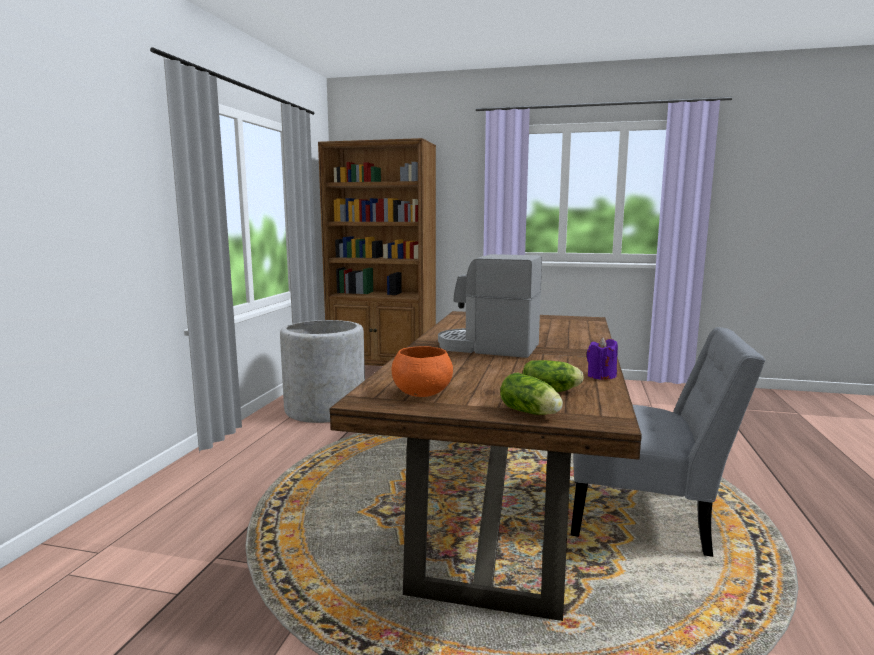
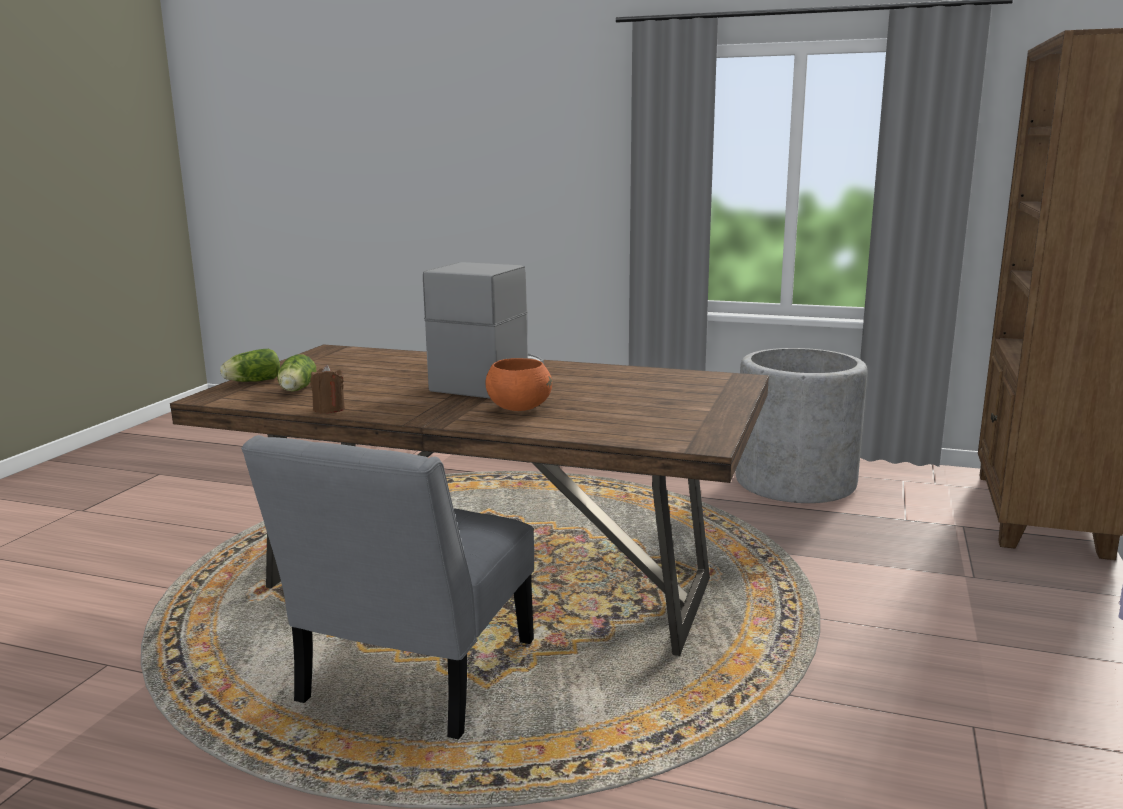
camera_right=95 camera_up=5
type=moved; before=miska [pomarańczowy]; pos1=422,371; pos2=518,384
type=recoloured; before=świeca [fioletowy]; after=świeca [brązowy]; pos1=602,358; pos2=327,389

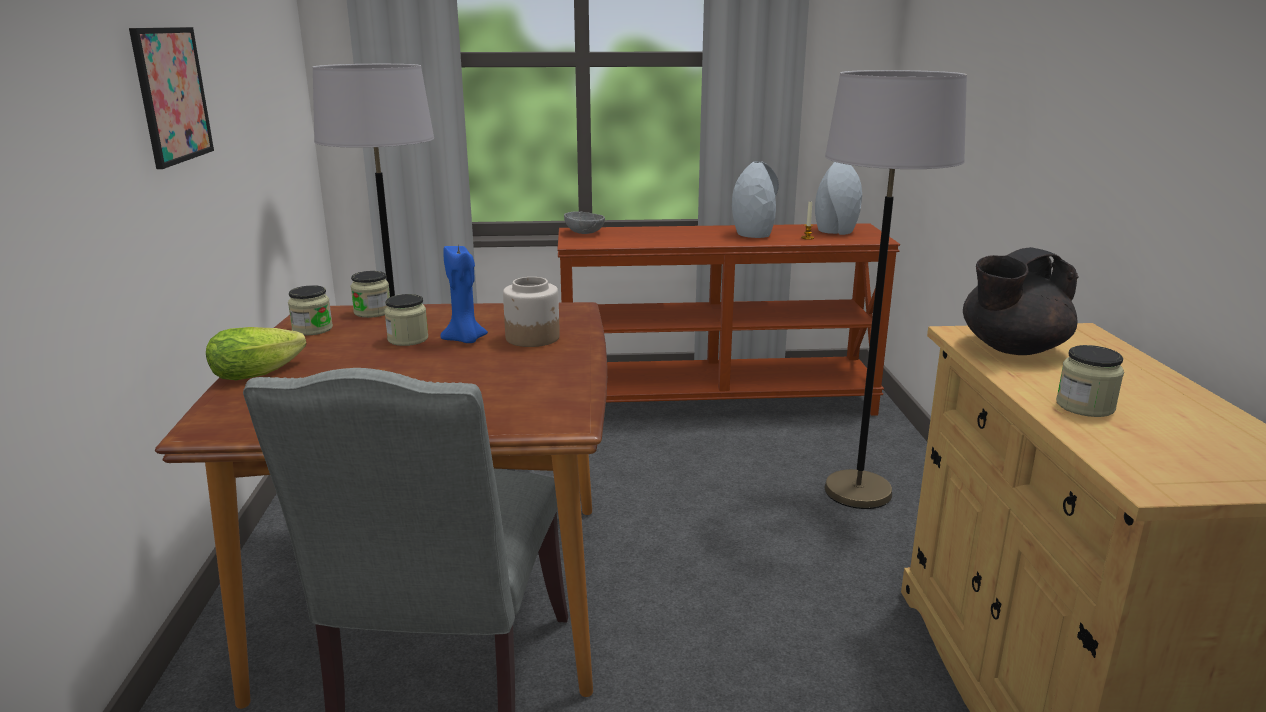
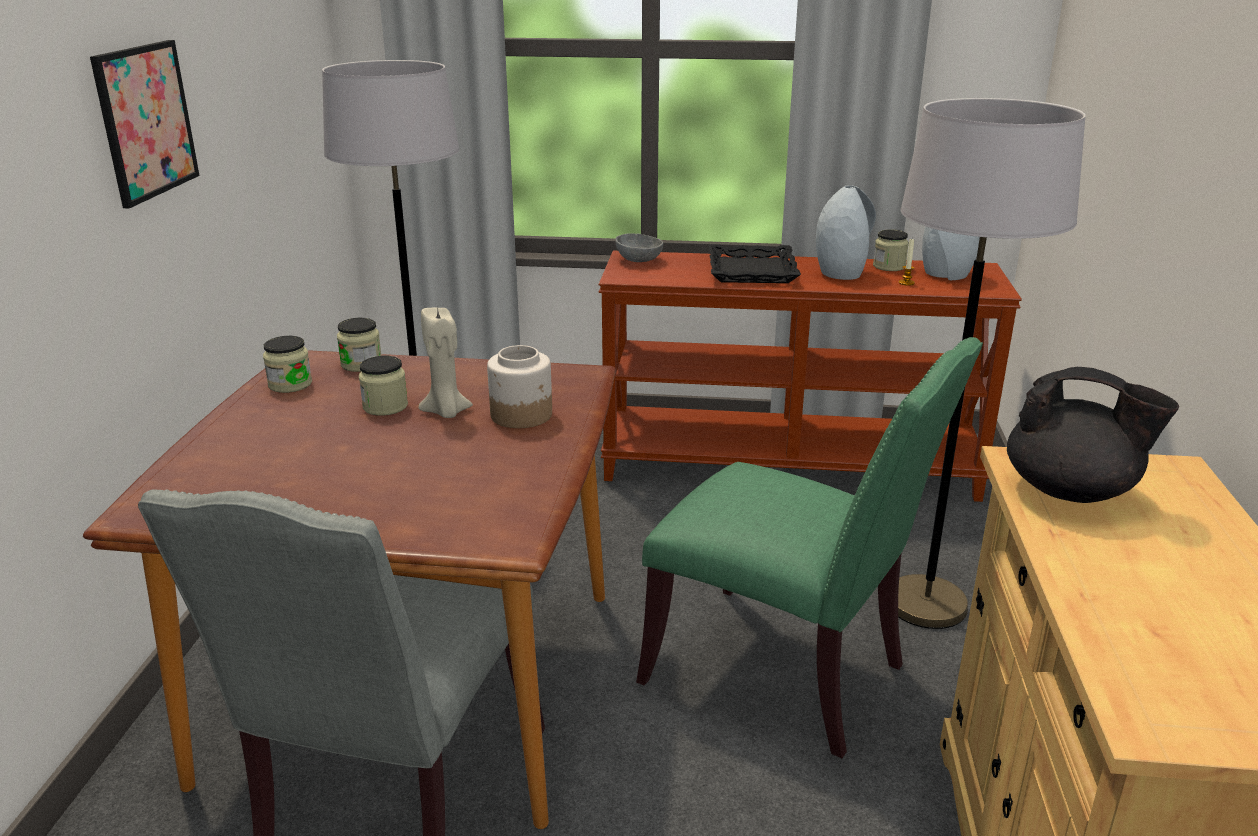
camera_right=10 camera_up=5
type=removed; before=sałata; pos1=256,353
type=recoloured; before=świeca [niebieski]; after=świeca [beżowy]; pos1=464,294; pos2=446,363
type=turned; before=imbryk [czarny]; pos1=1021,301; pos2=1093,435; turn=-135
type=moved; before=słoik; pos1=1090,381; pos2=891,250
type=added; after=krzesło [zielony]; pos2=809,547
type=added; after=taca [czarny]; pos2=755,263

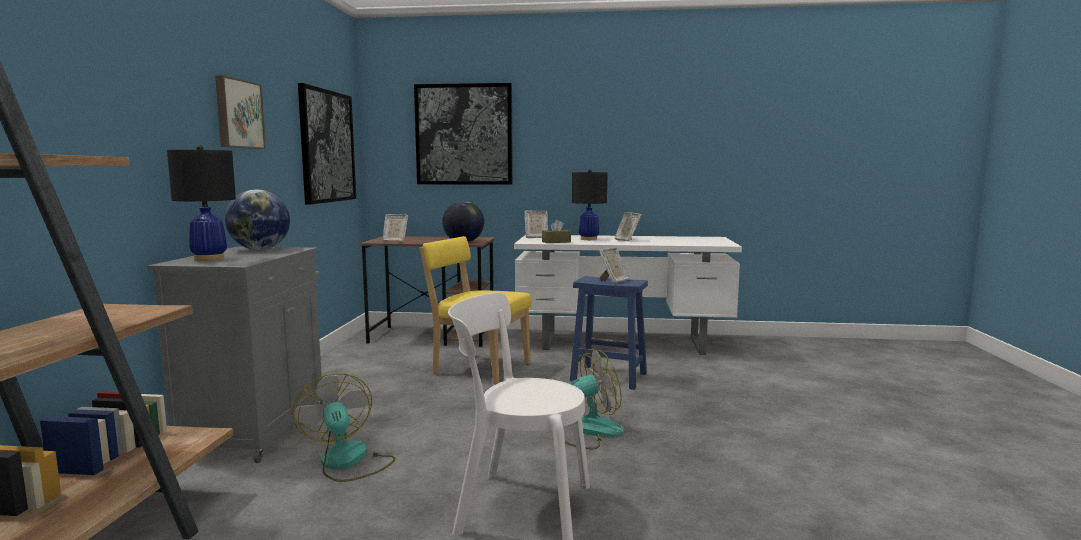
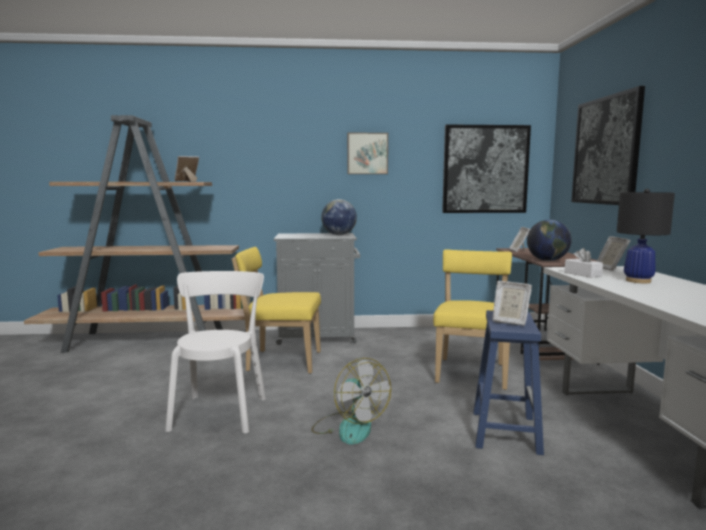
camera_right=80 camera_up=0
type=removed; before=lampa stołowa [czarny]; pos1=201,203
type=replaced; before=wentylator; after=krzesło [żółty]; pos1=344,427; pos2=276,310
type=recoloured; before=pudełko chusteczek [brązowy]; after=pudełko chusteczek [biały]; pos1=556,231; pos2=583,263
type=moved; before=ramka na zdjęcie; pos1=628,226; pos2=186,169

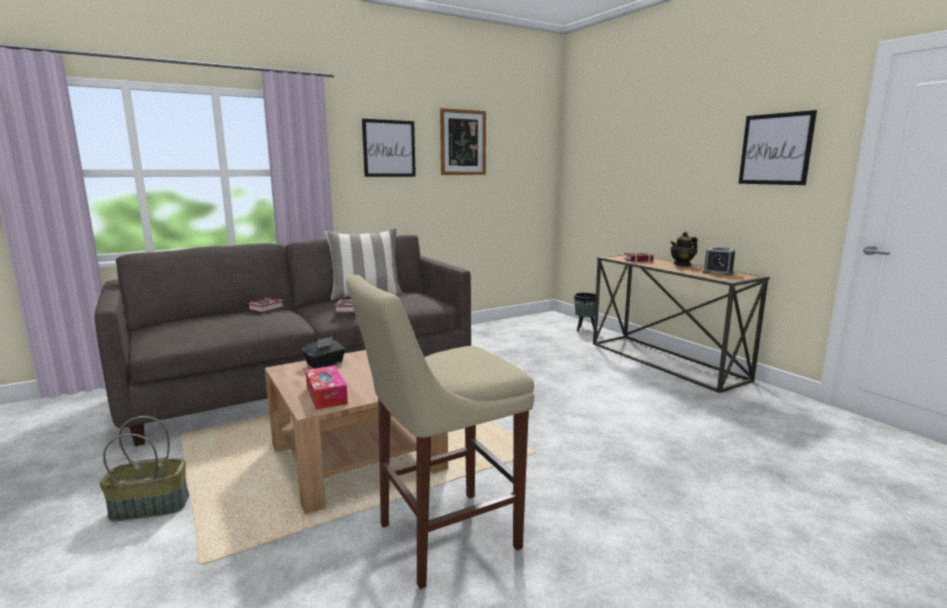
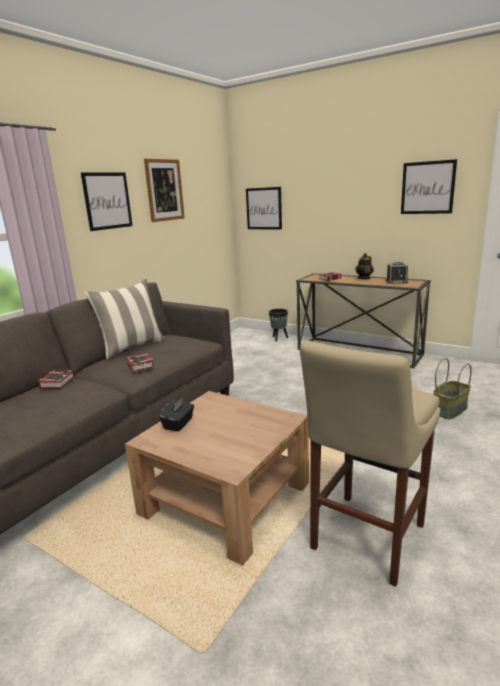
camera_right=-25 camera_up=5
type=moved; before=koszyk; pos1=144,468; pos2=452,388
type=removed; before=pudełko chusteczek; pos1=326,388
type=added; after=obraz; pos2=264,208

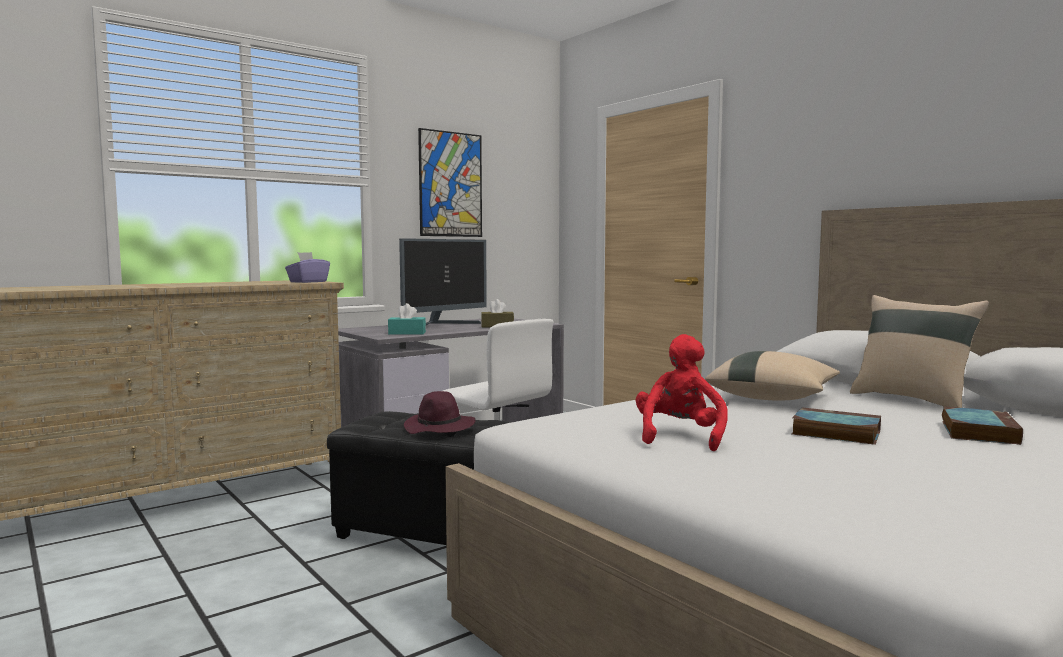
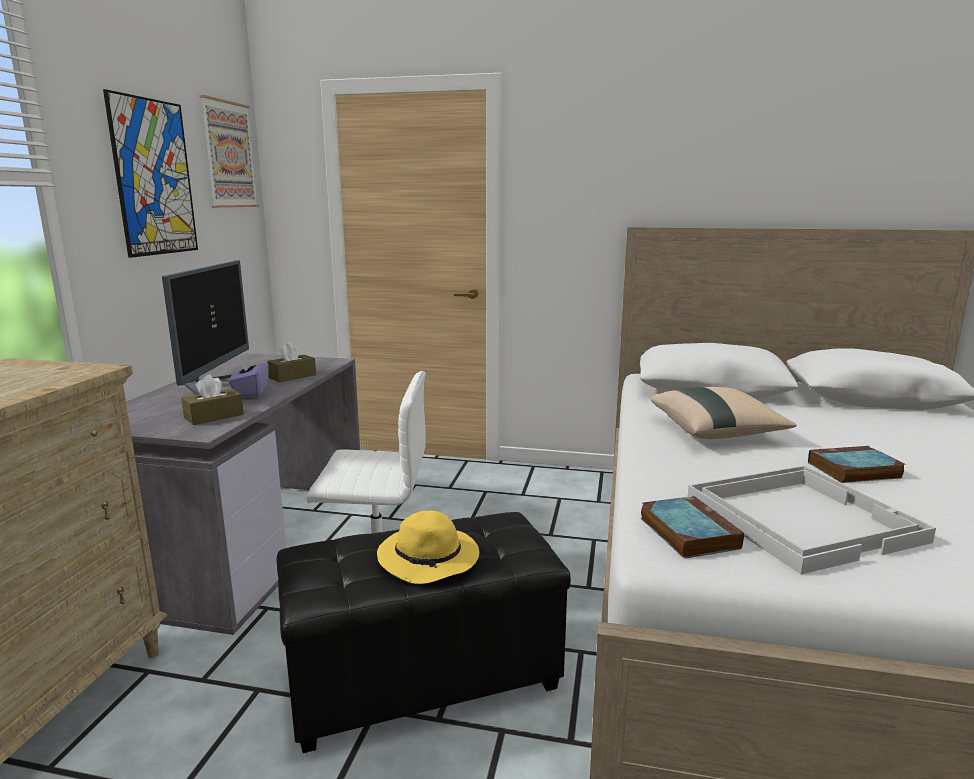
camera_right=-40 camera_up=10
type=moved; before=pudełko chusteczek [fioletowy]; pos1=307,267; pos2=249,376
type=recoloured; before=pudełko chusteczek [turkusowy]; after=pudełko chusteczek [brązowy]; pos1=407,319; pos2=212,400
type=recoloured; before=kapelusz [fioletowy]; after=kapelusz [żółty]; pos1=439,412; pos2=428,547
type=replaced; before=pluszak [czerwony]; after=taca [biały]; pos1=682,392; pos2=812,520
type=removed; before=poduszka [beżowy]; pos1=919,351
type=moved; before=książka; pos1=982,425; pos2=692,527
type=added; after=obraz; pos2=229,151

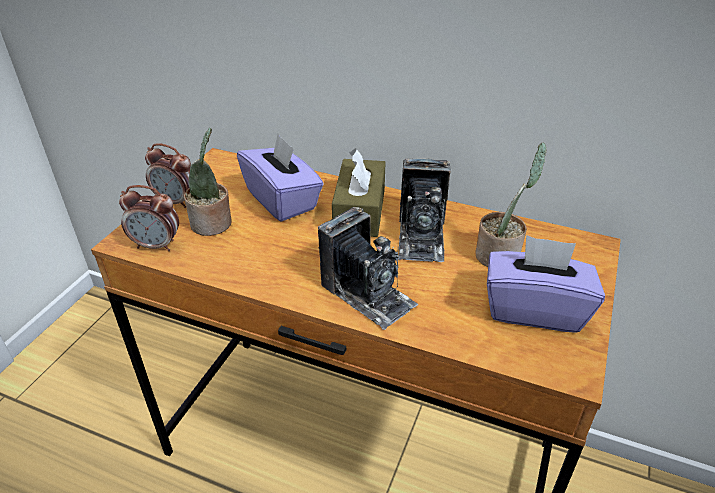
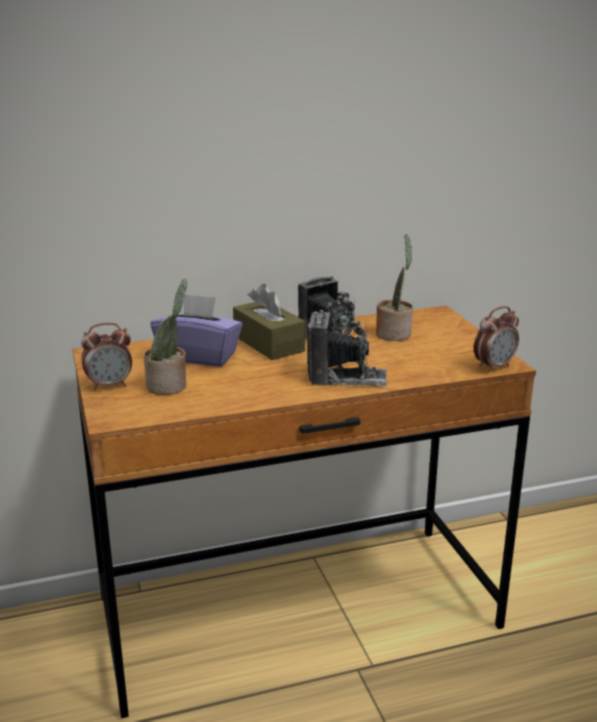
camera_right=-40 camera_up=-15
type=moved; before=budzik; pos1=149,218; pos2=496,339
type=removed; before=pudełko chusteczek [fioletowy]; pos1=546,284

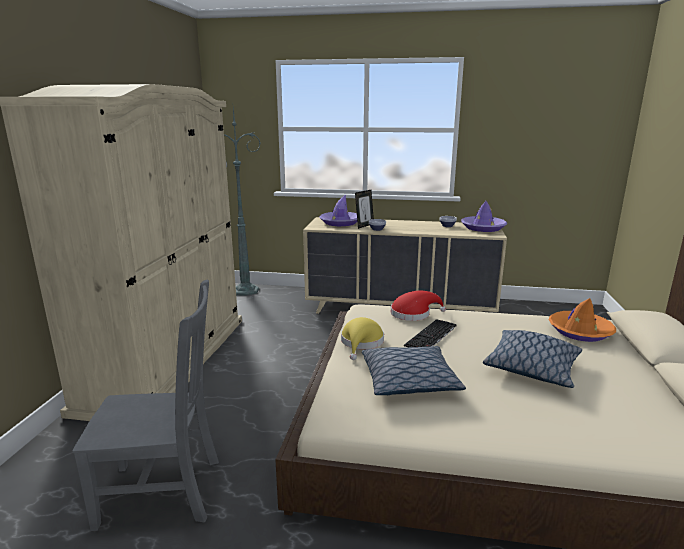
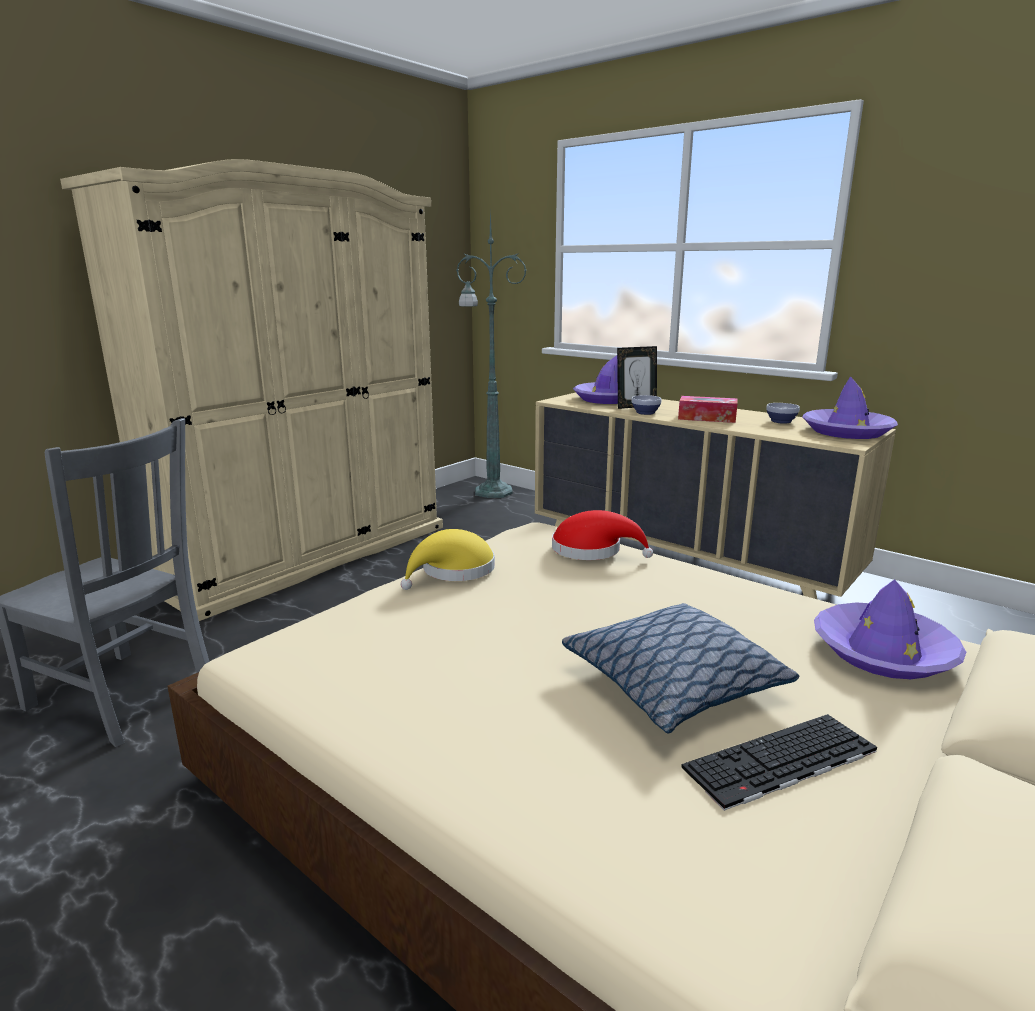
camera_right=30 camera_up=0
type=removed; before=poduszka; pos1=414,370
type=moved; before=klawiatura; pos1=430,333; pos2=779,762
type=recoloured; before=kapelusz [pomarańczowy]; after=kapelusz [fioletowy]; pos1=582,320; pos2=890,629
type=added; after=pudełko chusteczek; pos2=708,409

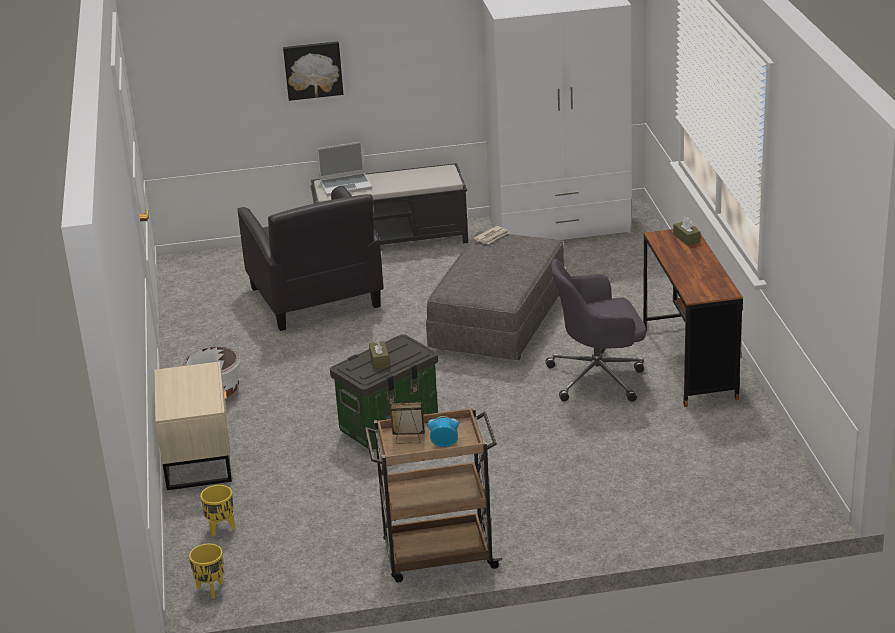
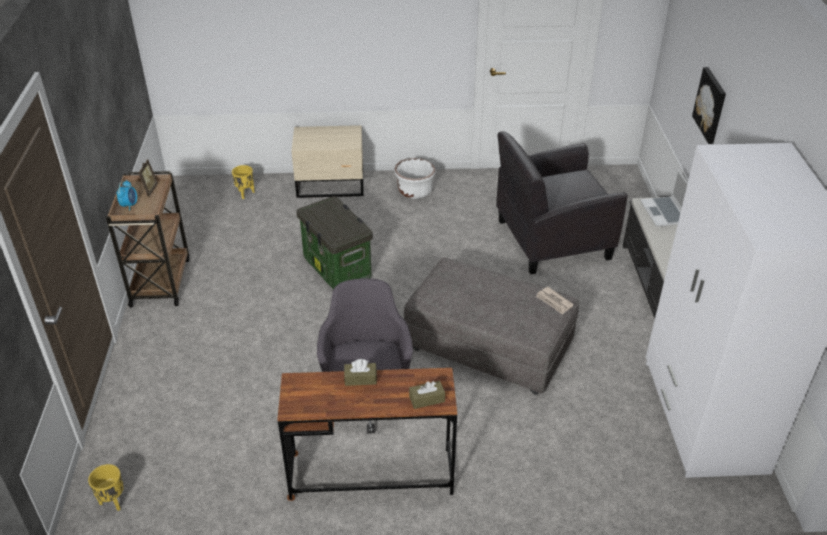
camera_right=95 camera_up=10
type=moved; before=donica [żółty]; pos1=206,571; pos2=106,487
type=moved; before=pudełko chusteczek [brązowy]; pos1=379,353; pos2=360,372

